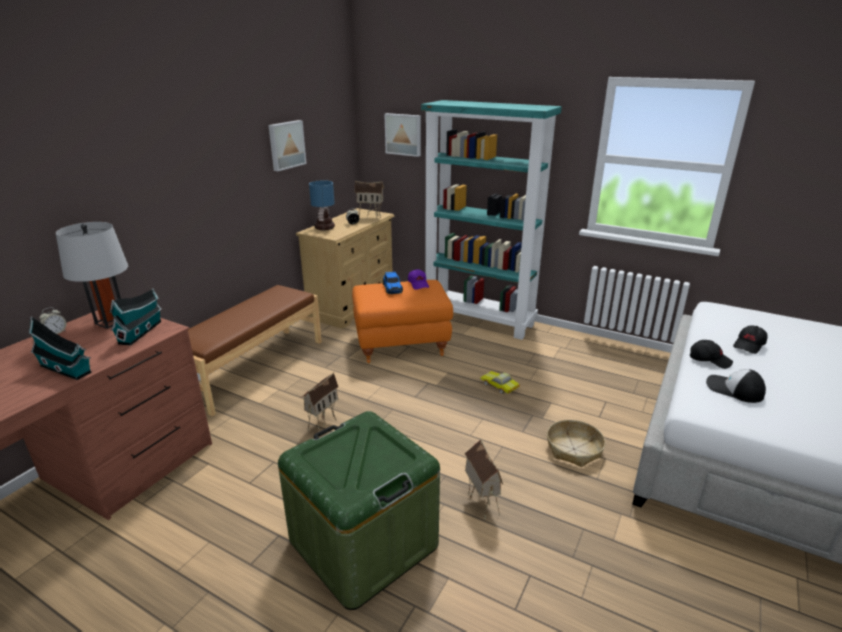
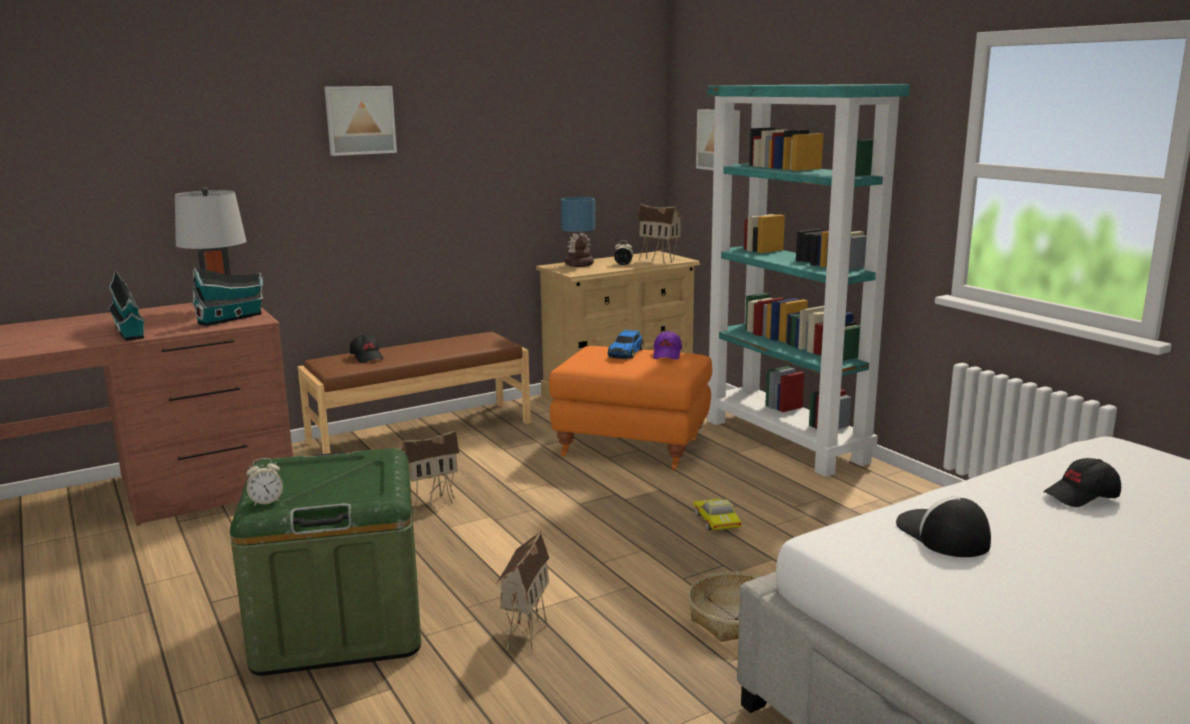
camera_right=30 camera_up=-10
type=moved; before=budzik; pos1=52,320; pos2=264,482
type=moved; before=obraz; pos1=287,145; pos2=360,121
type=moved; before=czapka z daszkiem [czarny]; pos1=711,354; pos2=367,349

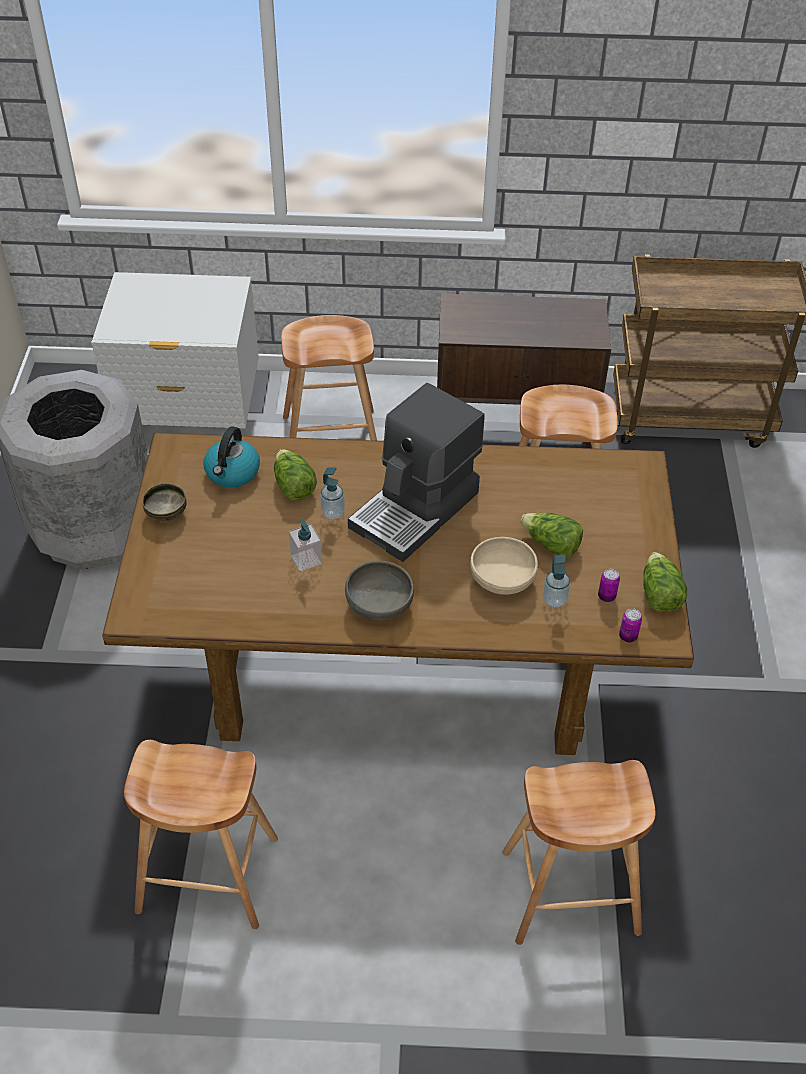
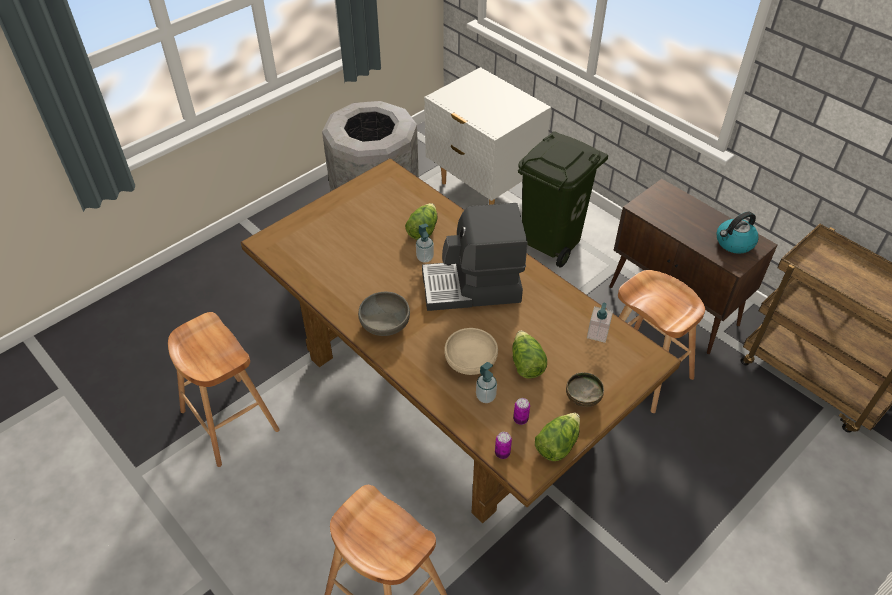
camera_right=45 camera_up=0
type=moved; before=miska; pos1=164,502; pos2=585,389
type=moved; before=czajnik; pos1=232,457; pos2=737,233
type=replaced; before=stołek [brązowy]; after=kosz na śmieci [zielony]; pos1=329,378; pos2=563,199
type=moved; before=dozownik mydła; pos1=305,545; pos2=600,323

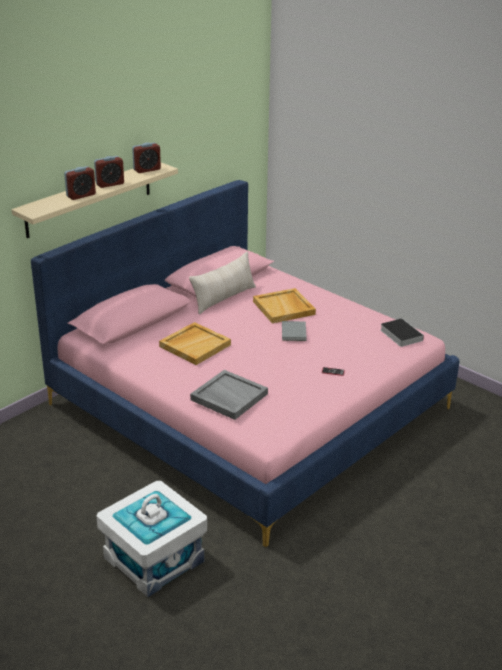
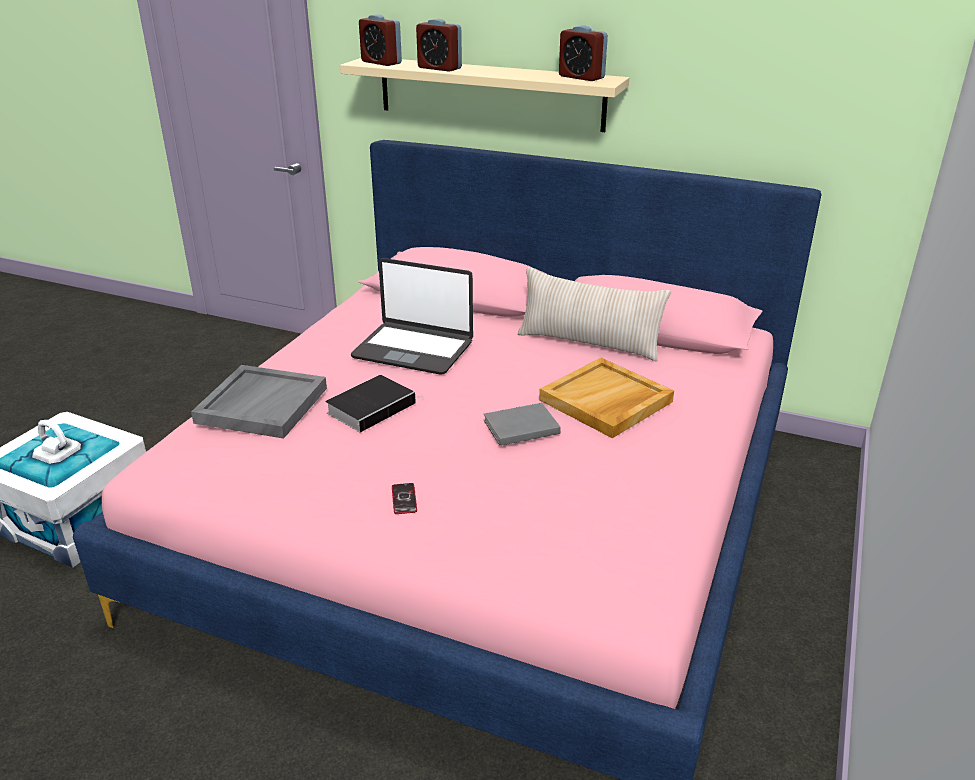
camera_right=70 camera_up=0
type=moved; before=budzik; pos1=109,172; pos2=380,40
type=replaced; before=taca [beżowy]; after=laptop; pos1=195,343; pos2=412,316
type=moved; before=książka; pos1=402,332; pos2=372,404

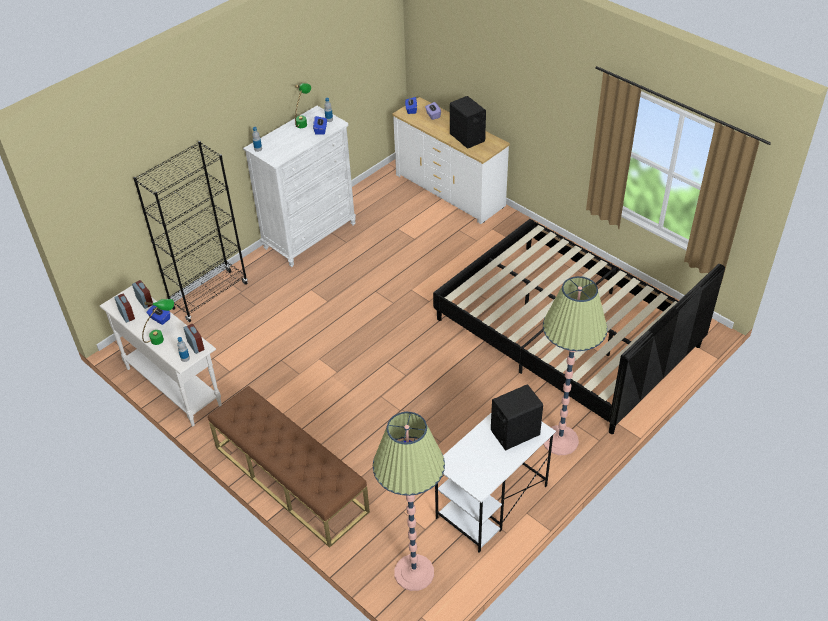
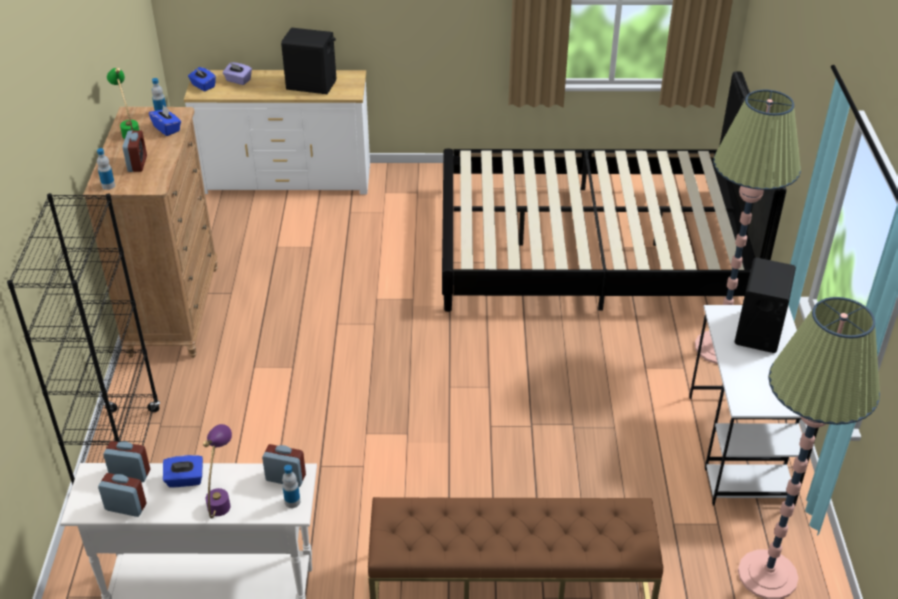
camera_right=-45 camera_up=-5
type=recoloured; before=lampa stołowa [zielony]; after=lampa stołowa [fioletowy]; pos1=158,322; pos2=217,471
type=recoloured; before=komoda [biały]; after=komoda [brązowy]; pos1=299,186; pos2=150,232
type=added; after=budzik; pos2=135,151

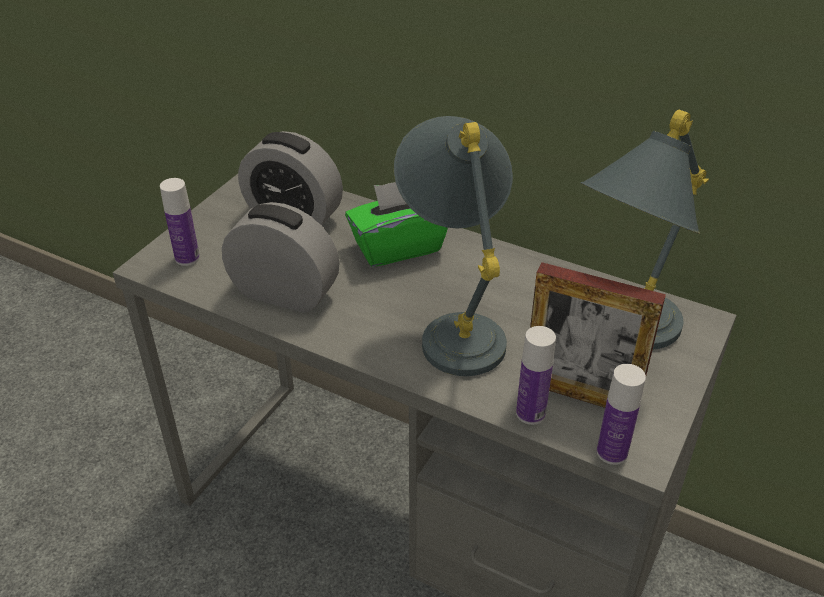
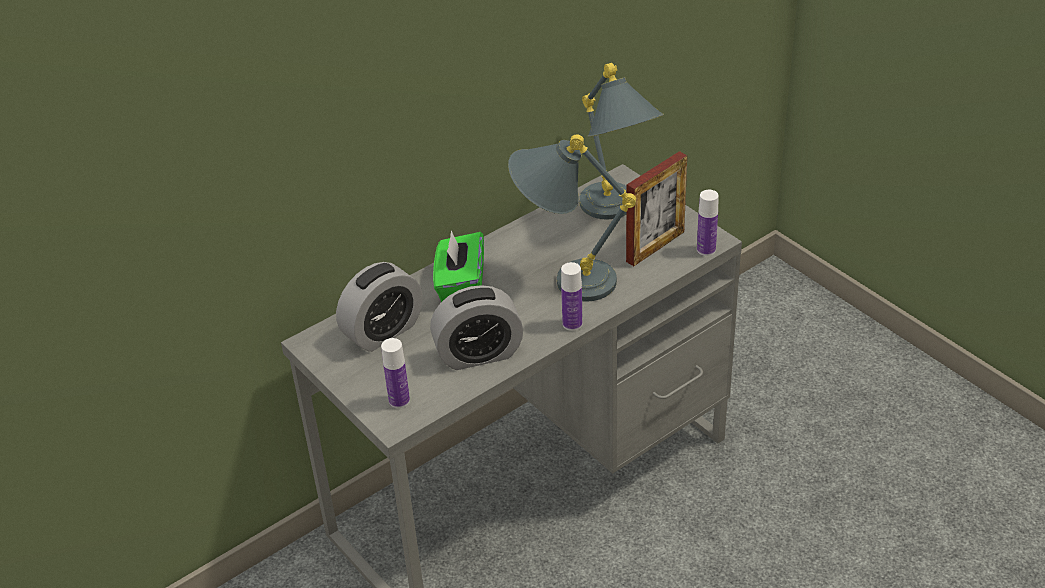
camera_right=-65 camera_up=0
type=turned; before=budzik; pos1=281,257; pos2=476,327; turn=-150
type=moved; before=butelka; pos1=536,375; pos2=572,296

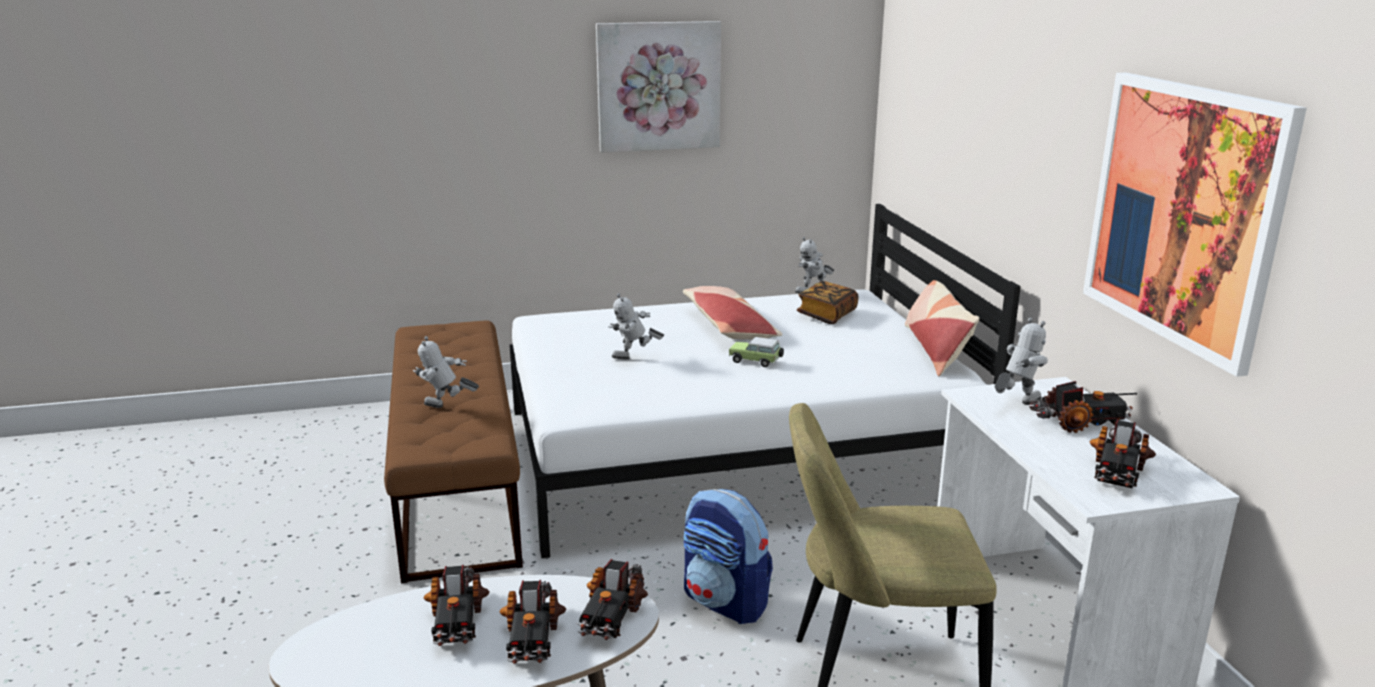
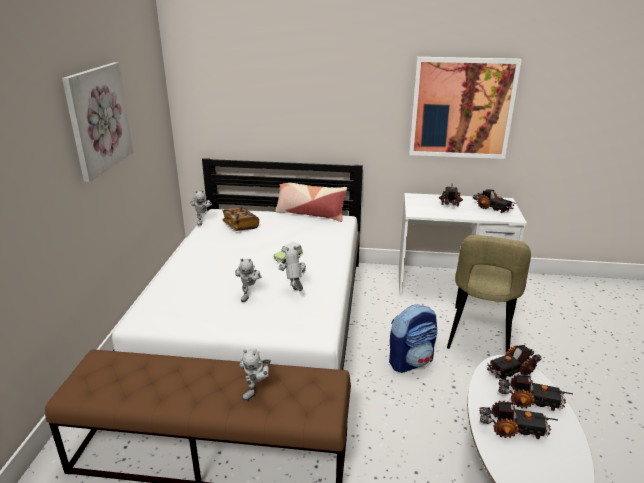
camera_right=-70 camera_up=5
type=turned; before=ciężarówka zabawkowa; pos1=612,599; pos2=514,362; turn=120
type=removed; before=poduszka; pos1=732,312
type=moved; before=robot zabawkowy; pos1=1021,361; pos2=292,268

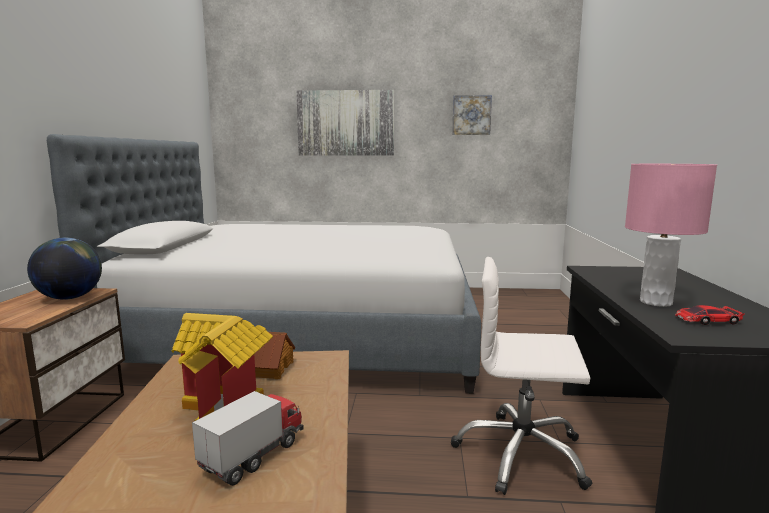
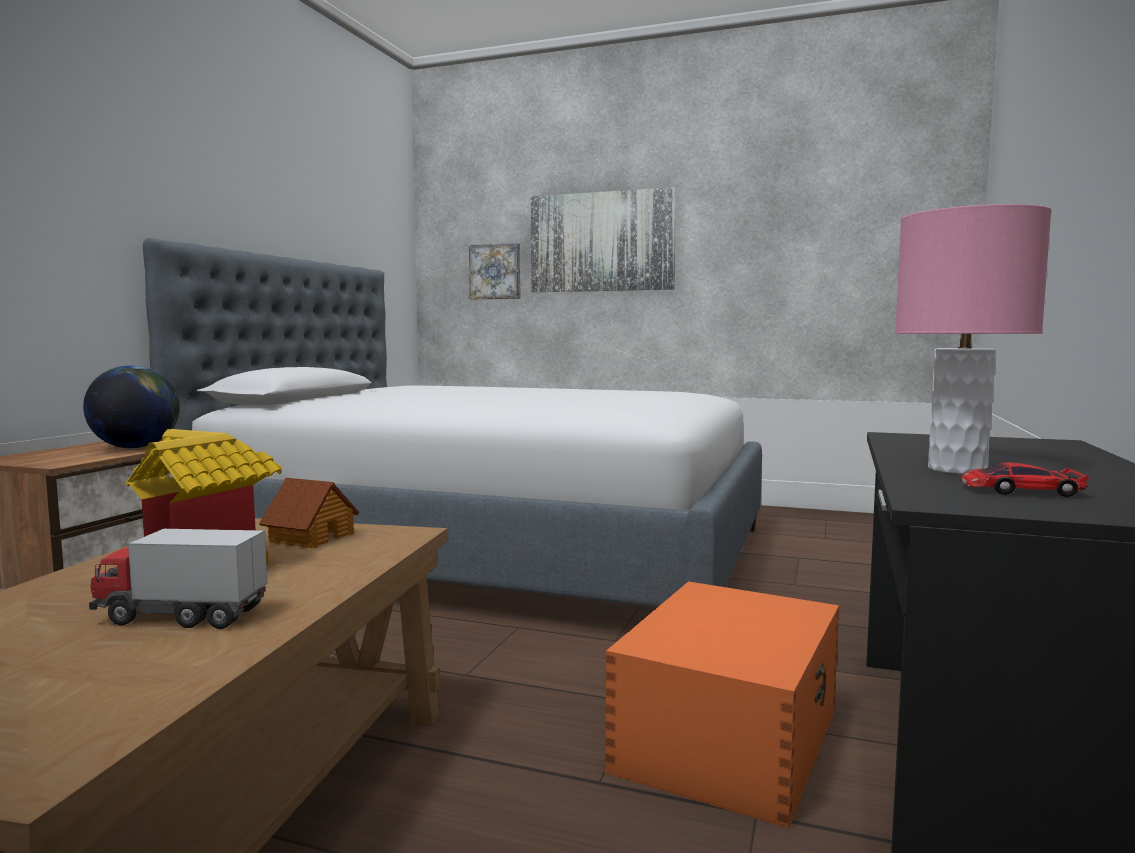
camera_right=15 camera_up=-5
type=turned; before=ciężarówka zabawkowa; pos1=248,438; pos2=178,579; turn=-135
type=replaced; before=krzesło biurowe [biały]; after=pojemnik do przechowywania [pomarańczowy]; pos1=521,376; pos2=722,704
type=moved; before=obraz; pos1=472,115; pos2=494,271

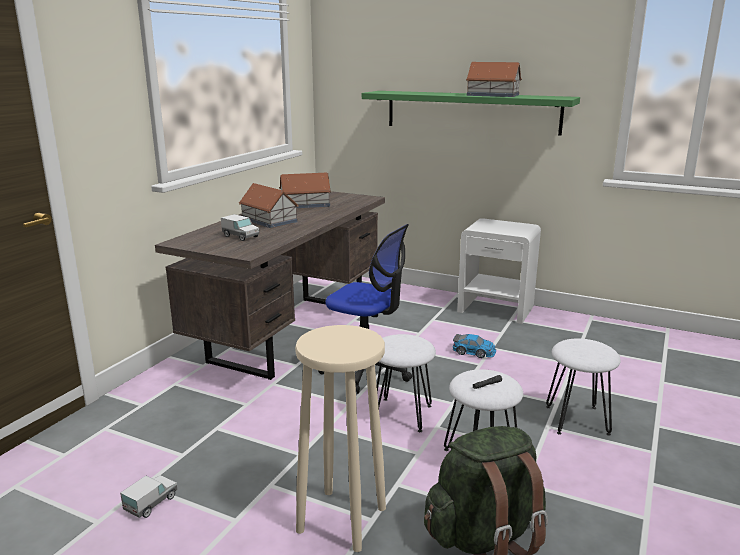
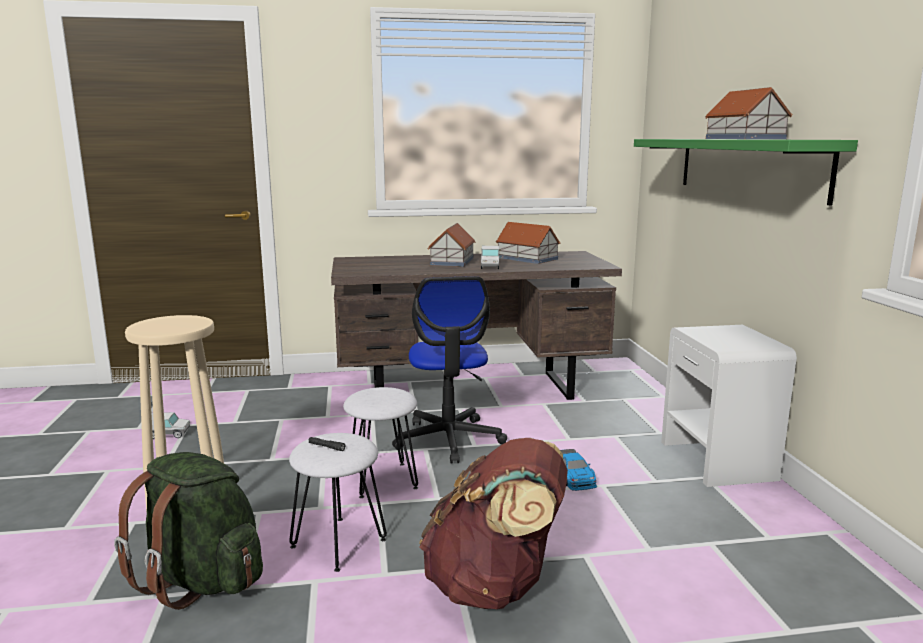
camera_right=55 camera_up=-5
type=moved; before=ciężarówka zabawkowa; pos1=240,227; pos2=490,257
type=replaced; before=stołek [biały]; after=plecak [brązowy]; pos1=583,387; pos2=493,523

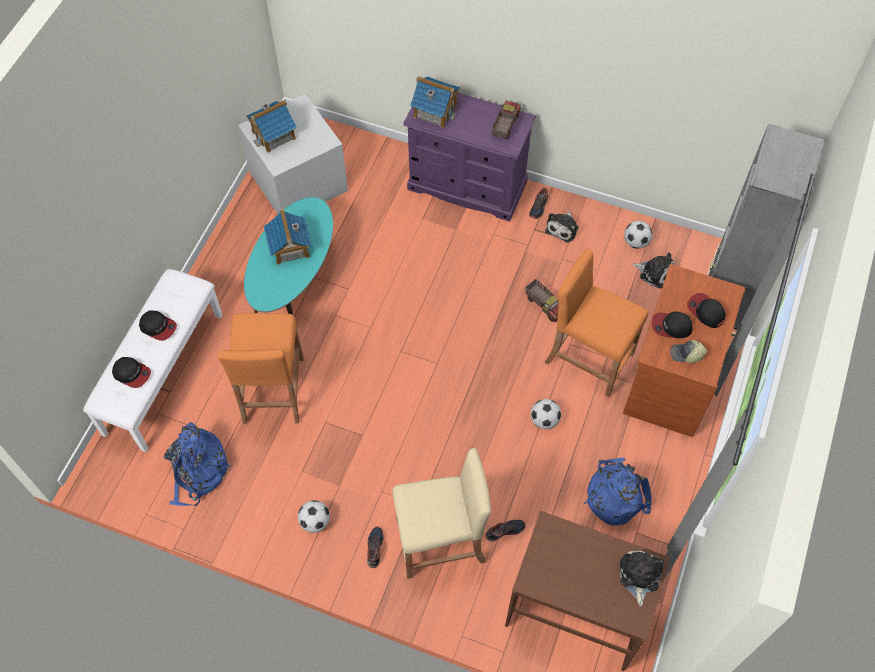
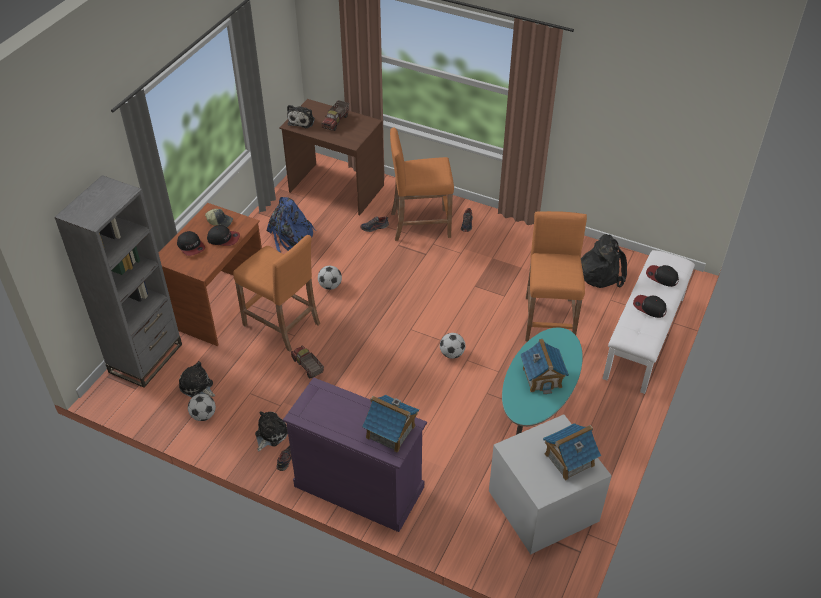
camera_right=-175 camera_up=-15
type=recoloured; before=plecak [niebieski]; after=plecak [czarny]; pos1=197,464; pos2=604,261
type=moved; before=piłka futbolowa; pos1=314,516; pos2=453,346
type=recoloured; before=stołek [beżowy]; after=stołek [pomarańczowy]; pos1=441,513; pos2=422,184
type=moved; before=ciężarówka zabawkowa; pos1=506,119; pos2=335,115

